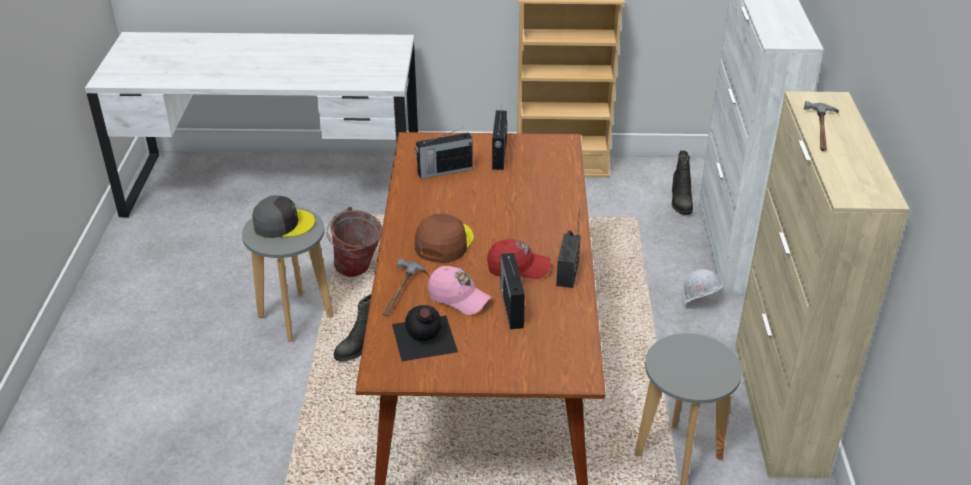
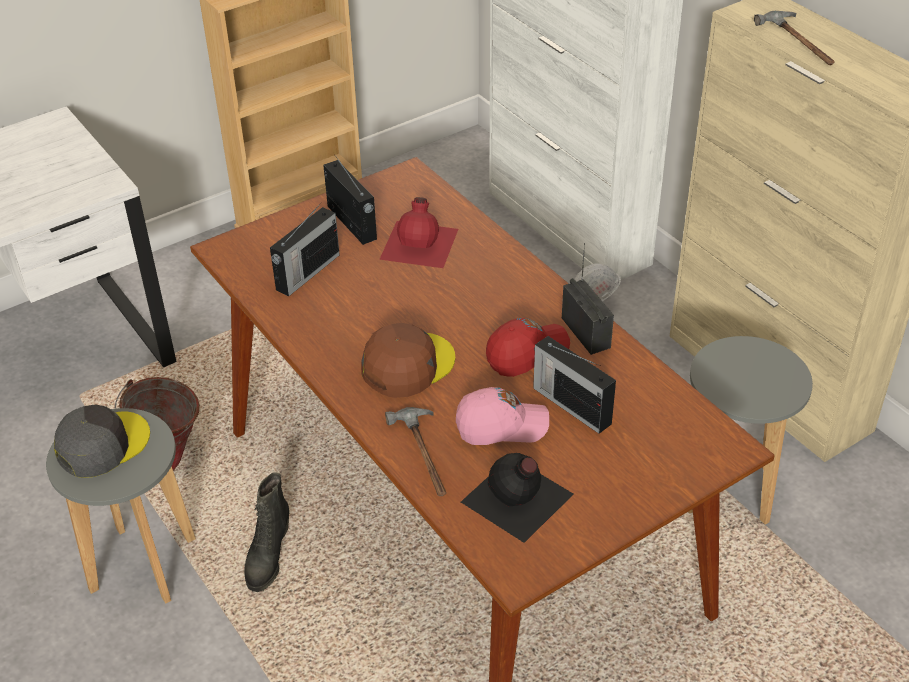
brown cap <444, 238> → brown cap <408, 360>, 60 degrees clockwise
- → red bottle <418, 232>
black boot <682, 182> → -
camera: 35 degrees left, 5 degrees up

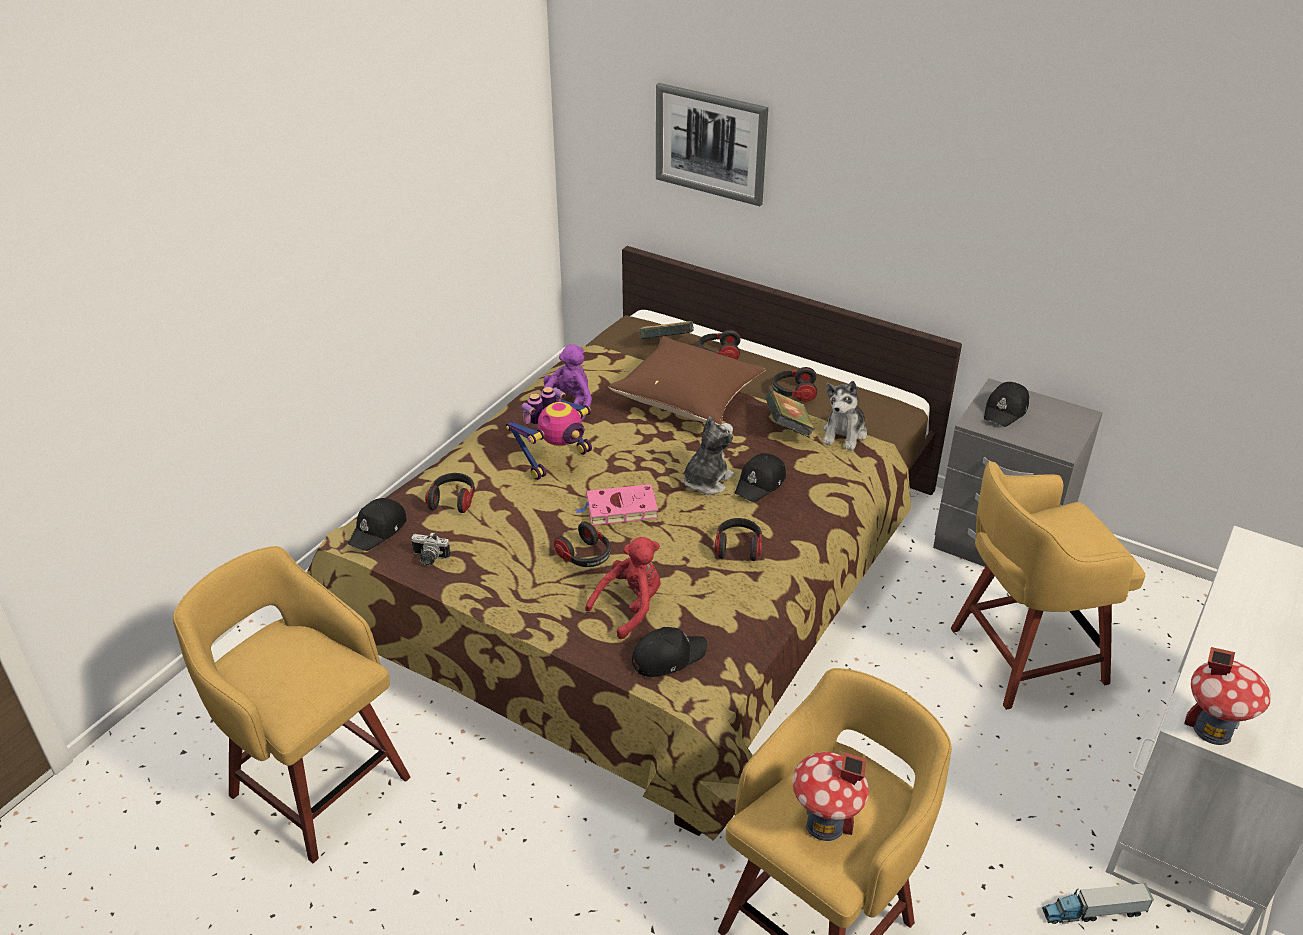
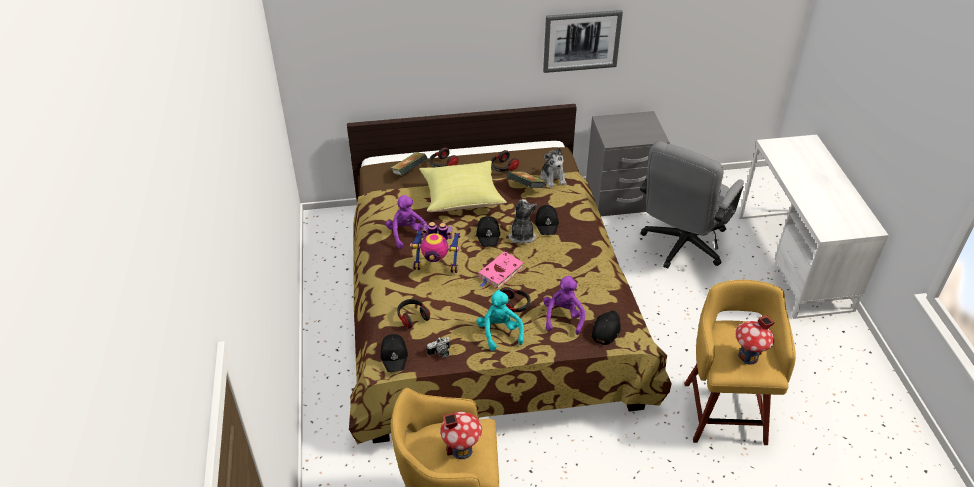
toy robot <549, 433> → toy robot <435, 247>, 90 degrees clockwise
brown pillow <687, 380> → yellow pillow <463, 186>
toy house <1227, 696> → toy house <461, 435>, moved
black cap <1006, 404> → black cap <488, 231>, moved
- → turquoise plush toy <500, 320>
picture <712, 144> → picture <583, 41>, moved
red plush toy <622, 588> → purple plush toy <564, 305>
yellow stool <1048, 585> → grey office chair <692, 205>
headphones <738, 539> → -
toy truck <1098, 903> → -
camera: 40 degrees left, 5 degrees up

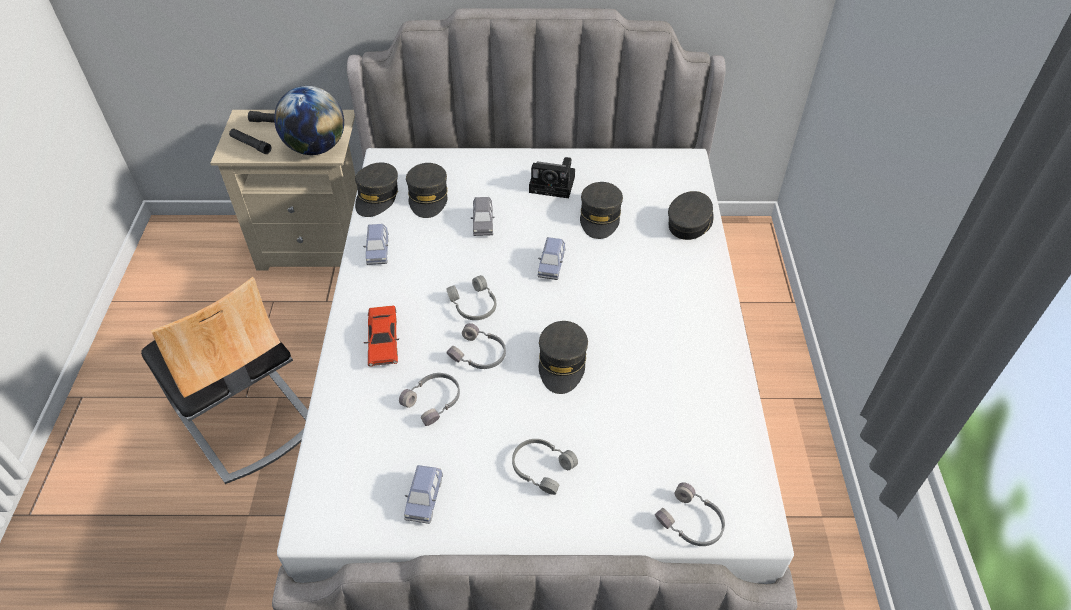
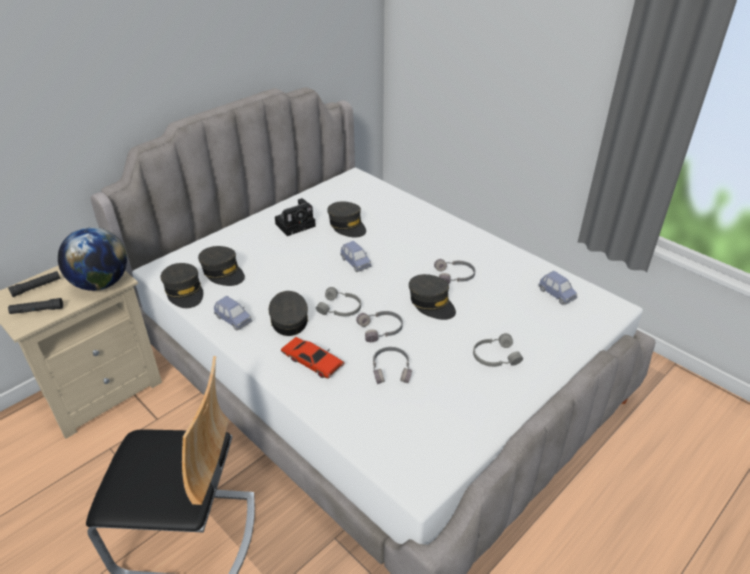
grey cap <691, 215> → grey cap <288, 313>, moved
grey headphones <690, 514> → grey headphones <454, 271>, moved
blue toy car <423, 494> → blue toy car <558, 288>, moved
grey toy car <482, 216> → -
camera: 45 degrees left, 10 degrees down

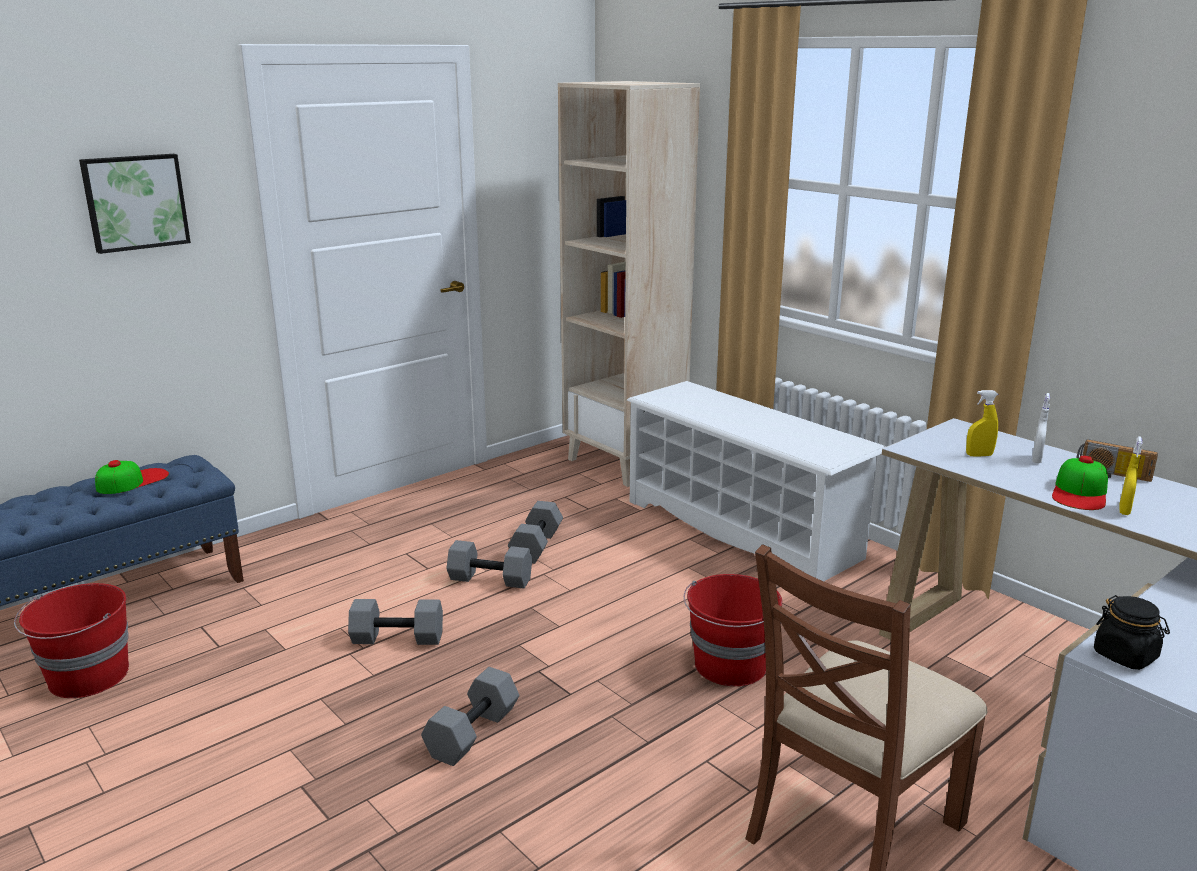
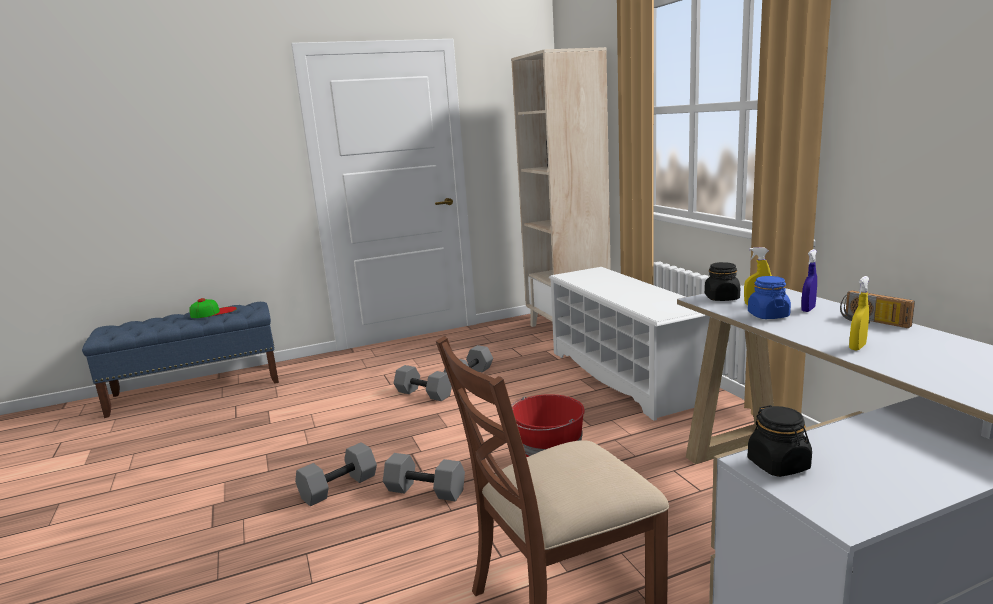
grey dumbbell <395, 622> → grey dumbbell <424, 477>, moved
- → black jar <722, 281>
- → blue jar <769, 297>
white spray bottle <1041, 428> → blue spray bottle <809, 280>
red bucket <71, 640> → -
picture <135, 204> → -
cap <1080, 483> → -
camera: 20 degrees right, 5 degrees down

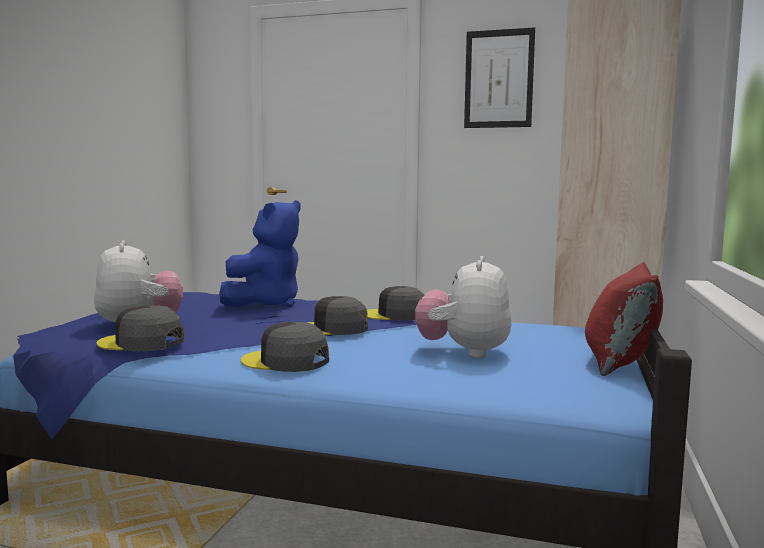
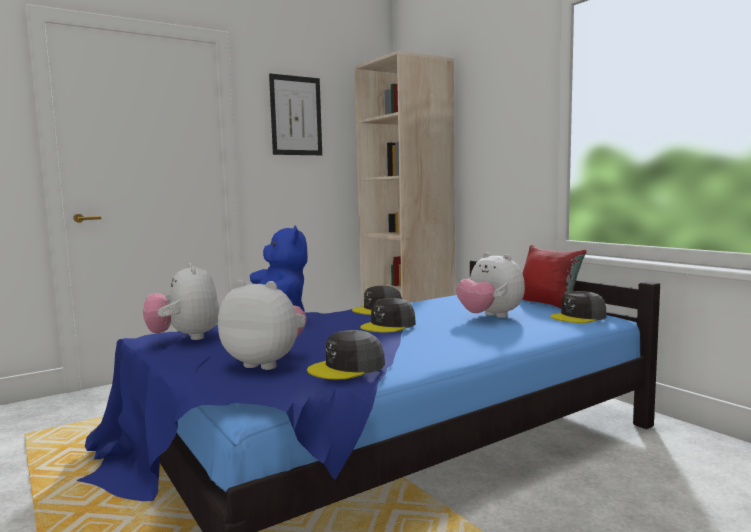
- → plush toy <181, 301>
grey cap <285, 347> → grey cap <578, 307>, moved
camera: 50 degrees left, 0 degrees up

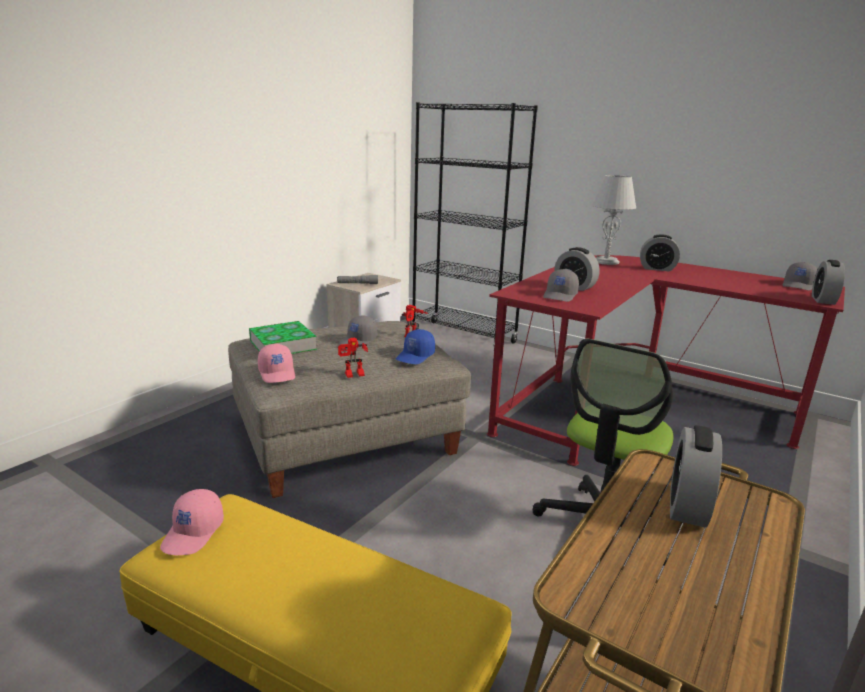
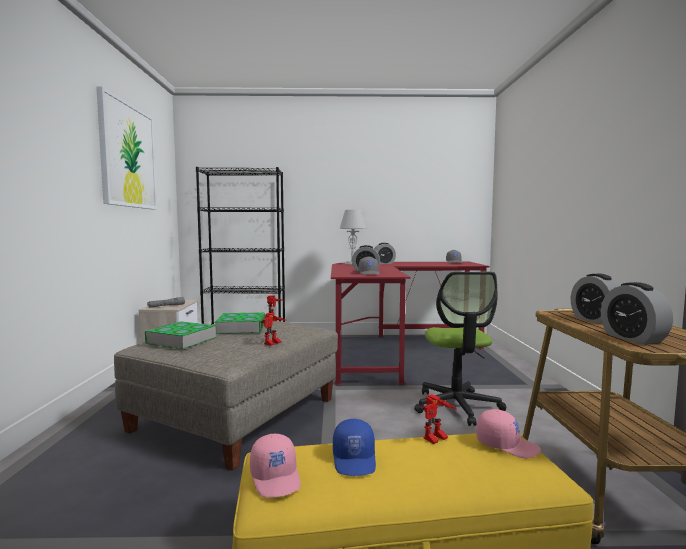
- → picture <126, 148>
grey cap <358, 332> → book <240, 323>
blue cap <415, 346> → blue cap <354, 447>, moved
- → toy robot <438, 419>
pink cap <276, 363> → pink cap <509, 433>, moved
alarm clock <828, 282> → alarm clock <637, 313>, moved
camera: 35 degrees left, 15 degrees down

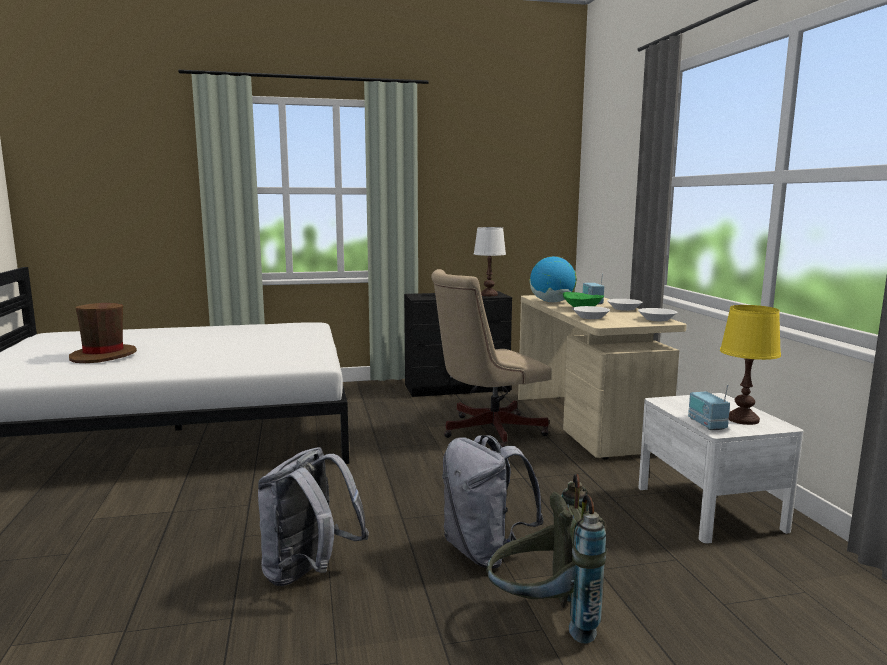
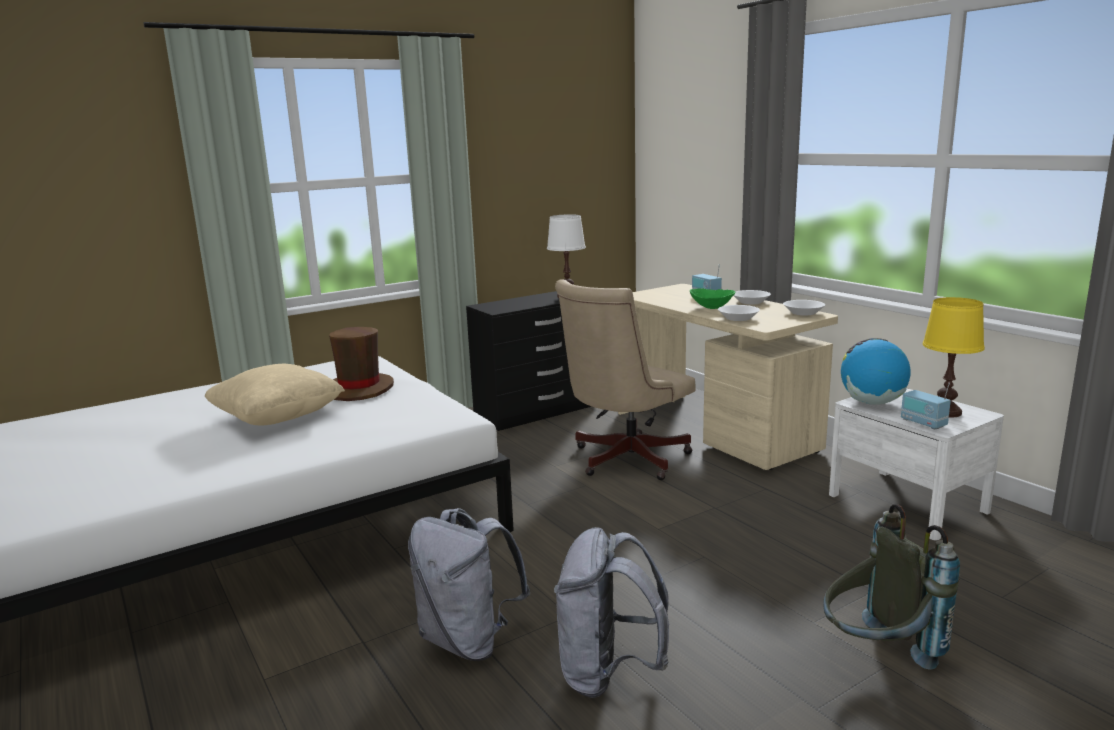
- → beige pillow <275, 394>
brown hat <103, 333> → brown hat <361, 364>, moved
grey backpack <493, 501> → grey backpack <469, 584>, moved
globe <553, 279> → globe <876, 371>, moved
camera: 20 degrees left, 5 degrees up

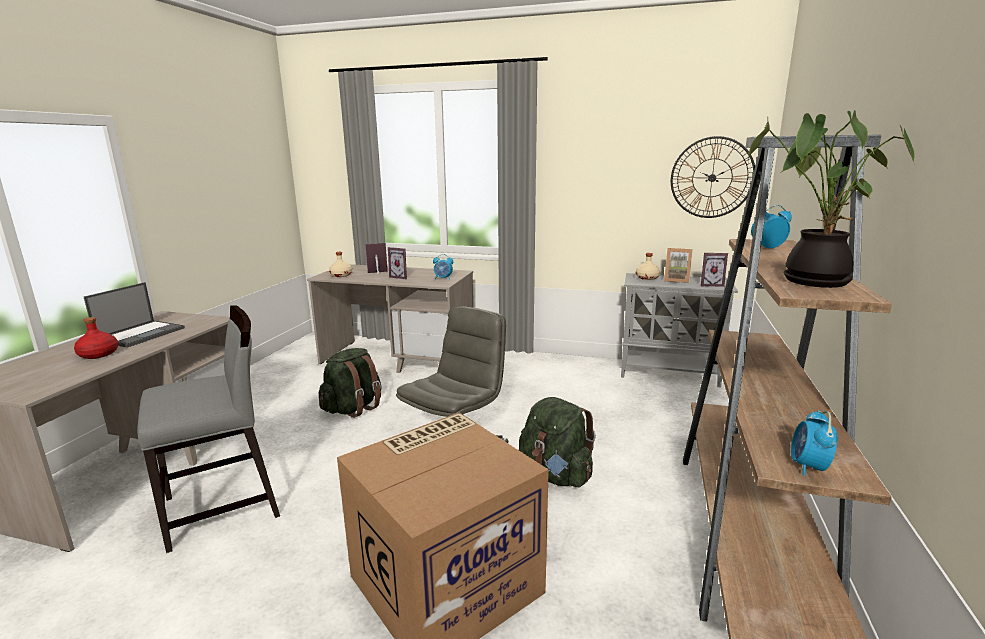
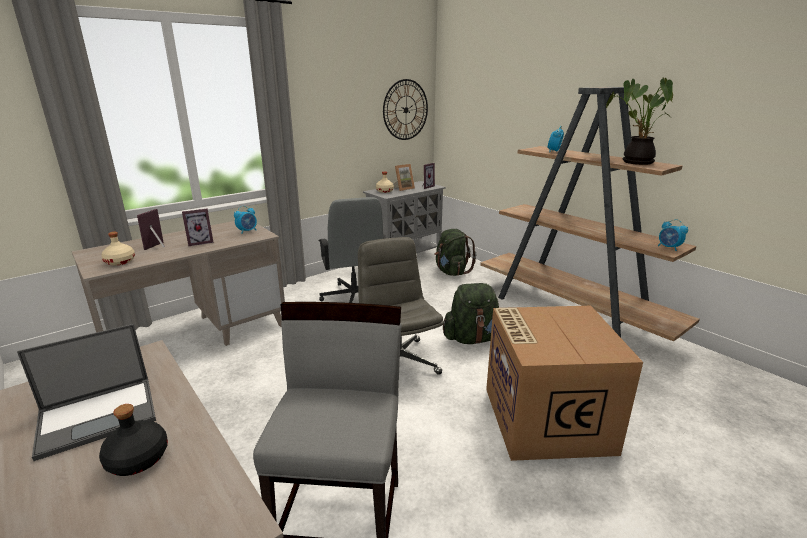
laptop <134, 315> → laptop <86, 392>, 90 degrees clockwise
red bottle <96, 338> → black bottle <133, 440>
- → grey office chair <353, 250>
green backpack <350, 383> → green backpack <455, 252>, moved
camera: 55 degrees left, 5 degrees up

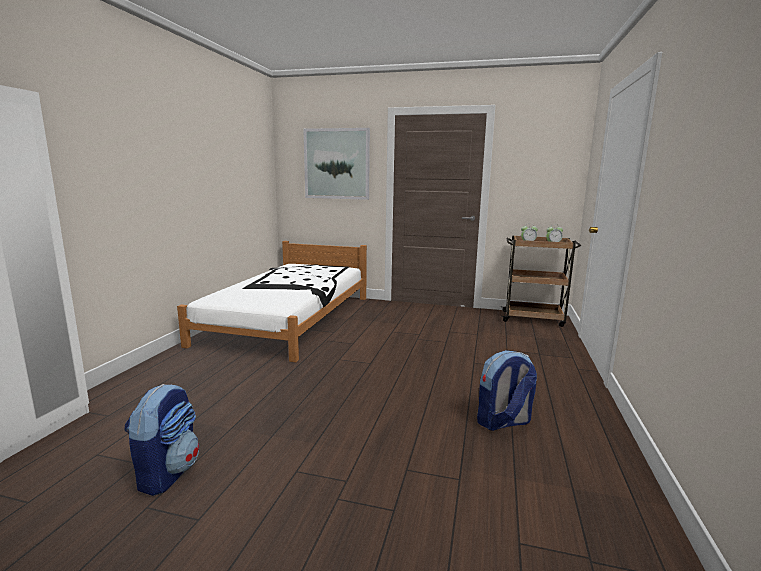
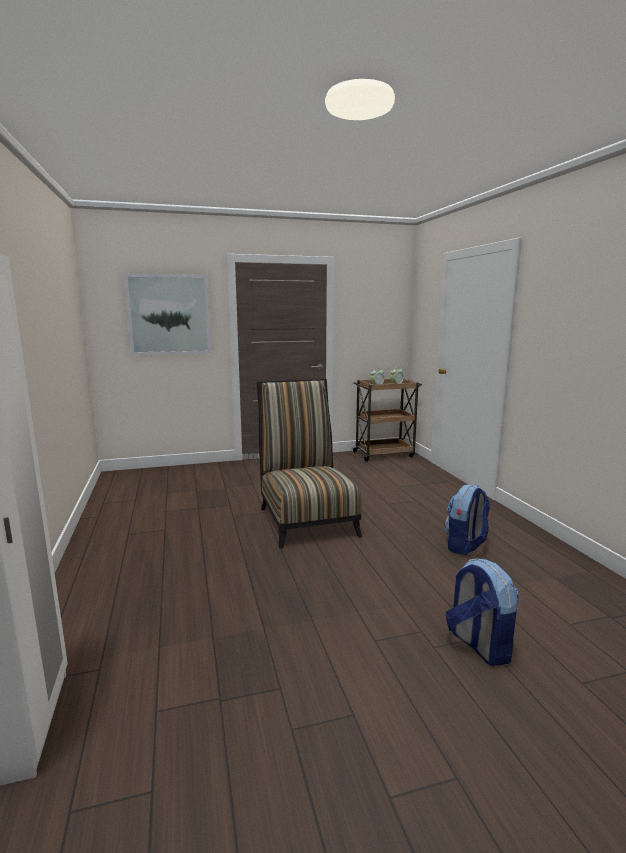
- → chair <309, 464>
backpack <161, 440> → backpack <482, 612>, moved
white bed <272, 301> → -
camera: 30 degrees left, 0 degrees up

